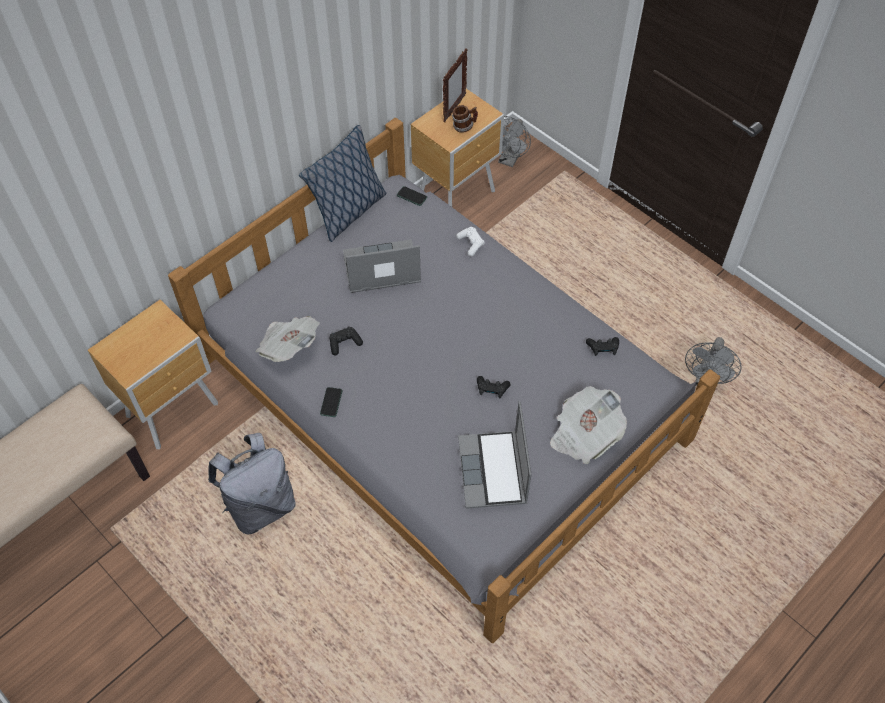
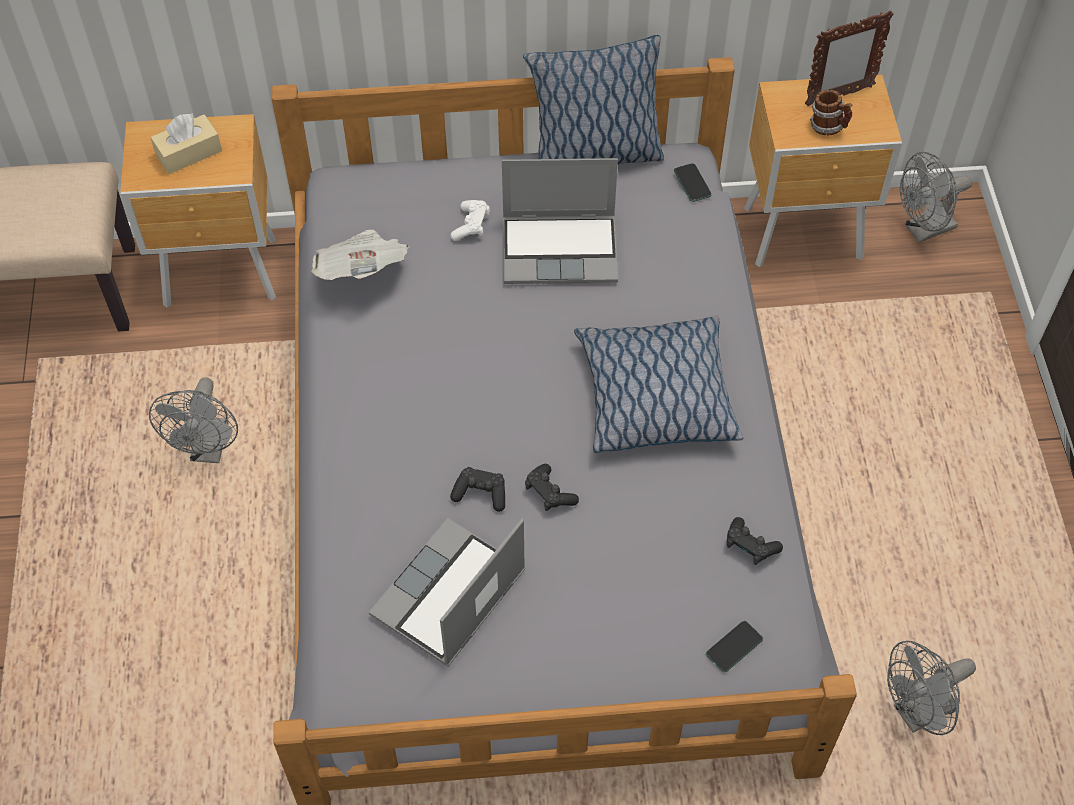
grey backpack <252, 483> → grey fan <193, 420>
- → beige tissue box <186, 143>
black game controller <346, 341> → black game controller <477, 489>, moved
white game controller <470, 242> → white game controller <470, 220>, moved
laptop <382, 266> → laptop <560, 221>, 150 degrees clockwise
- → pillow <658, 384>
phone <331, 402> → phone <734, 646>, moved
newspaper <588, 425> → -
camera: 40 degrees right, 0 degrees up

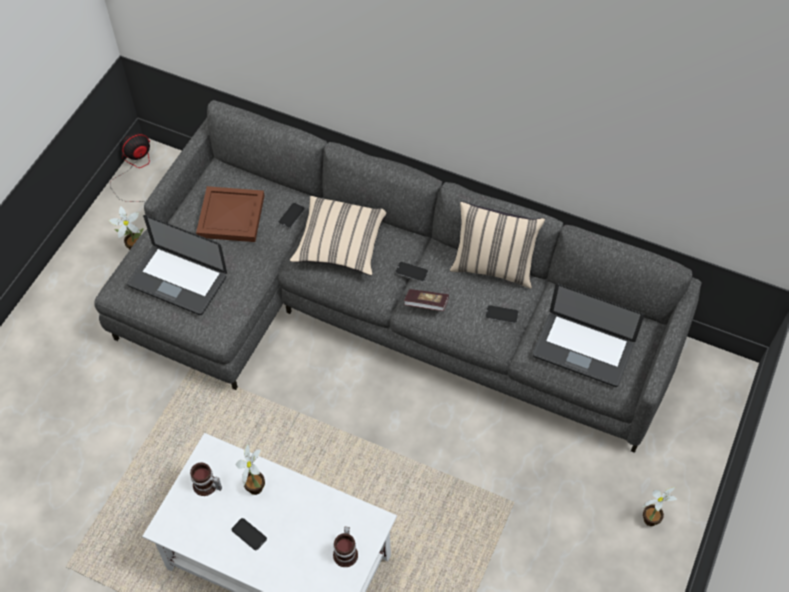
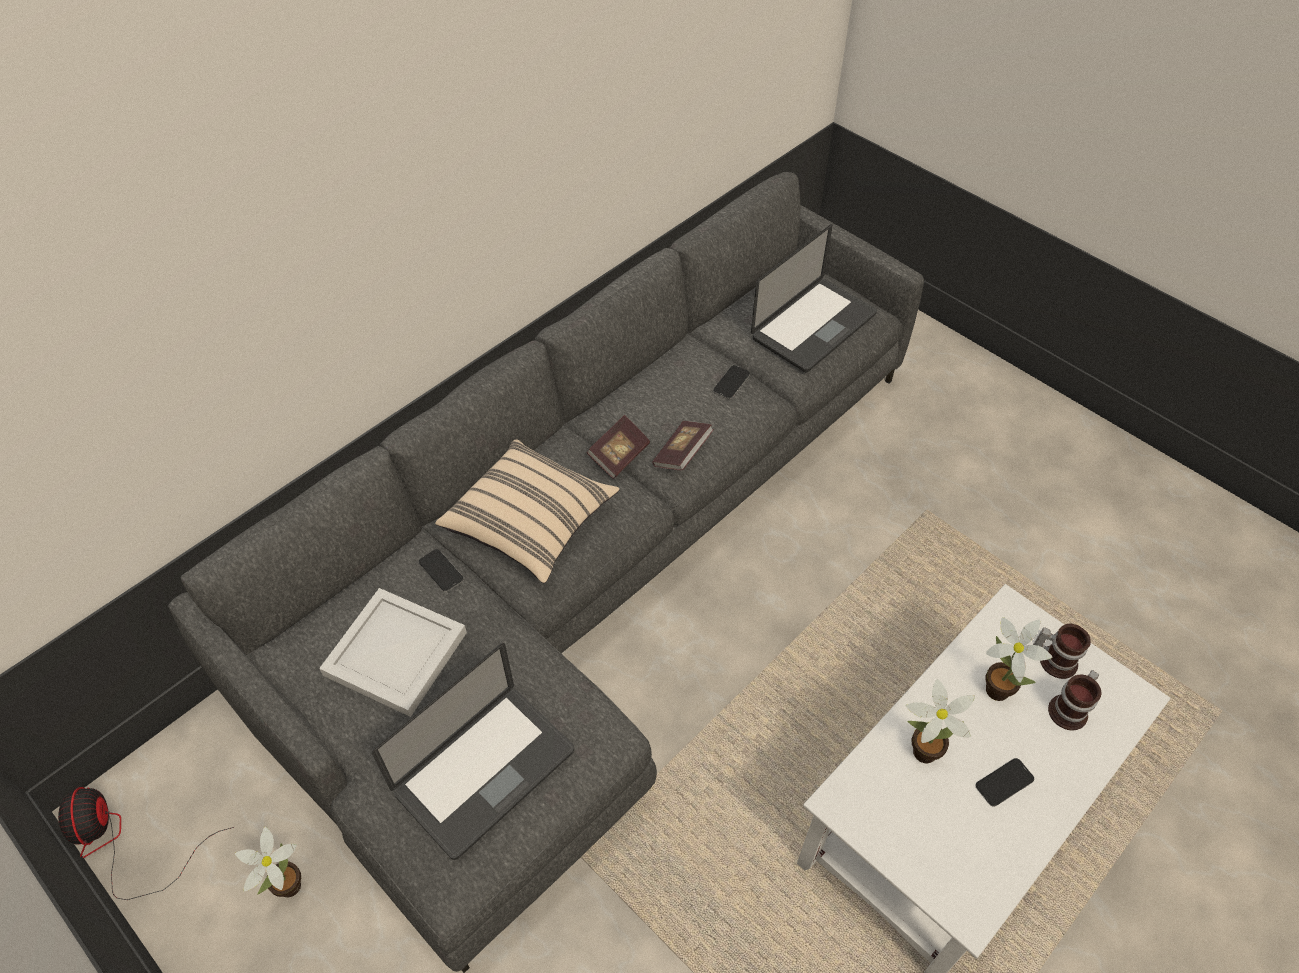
brown tray <230, 214> → white tray <393, 652>
phone <411, 272> → book <618, 447>
potted plant <659, 506> → potted plant <1018, 659>, moved
mug <206, 479> → mug <1074, 700>, moved
beige pillow <497, 245> → -
camera: 70 degrees left, 5 degrees down

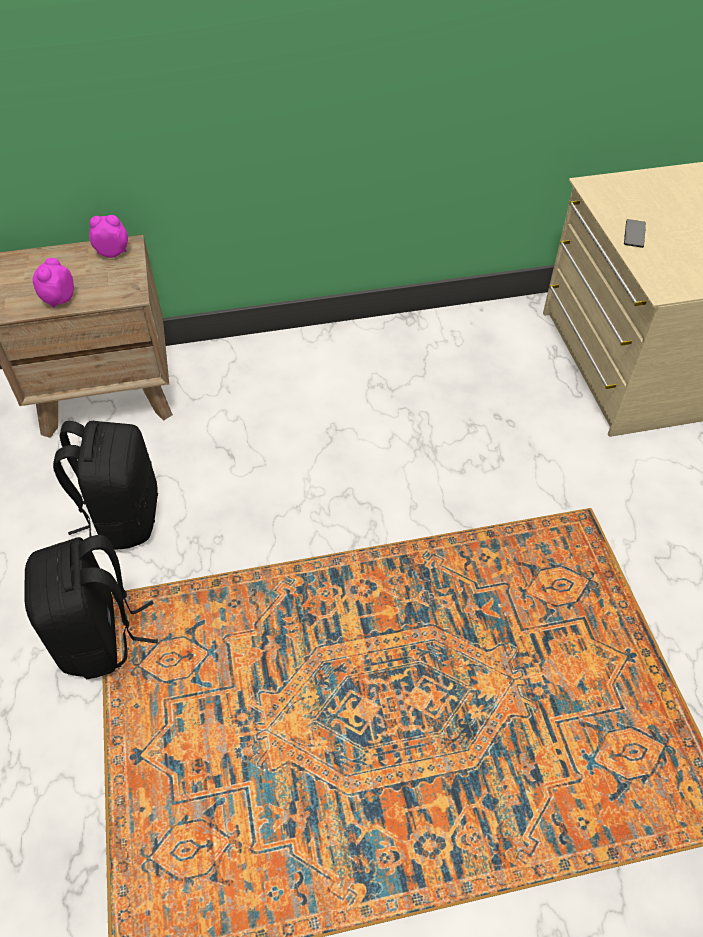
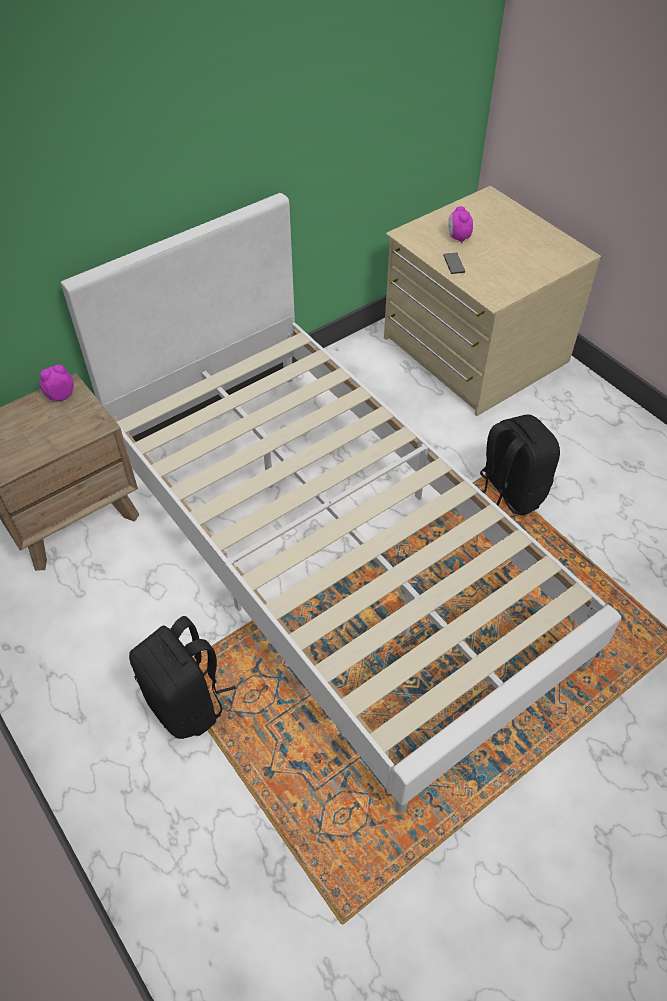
- → white bed <341, 503>
alarm clock <53, 283> → alarm clock <460, 224>, moved
black backpack <105, 485> → black backpack <520, 464>, moved
camera: 25 degrees left, 0 degrees up

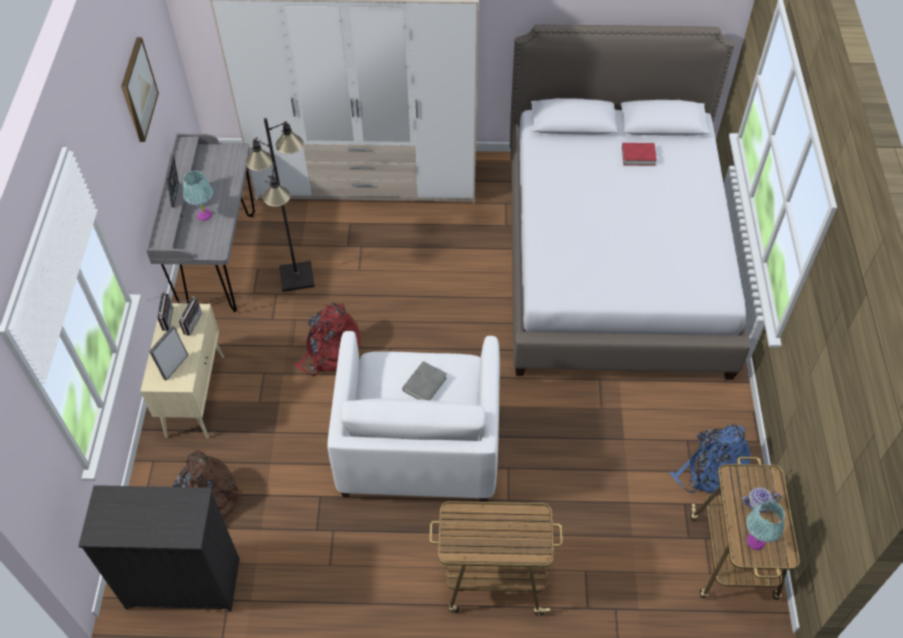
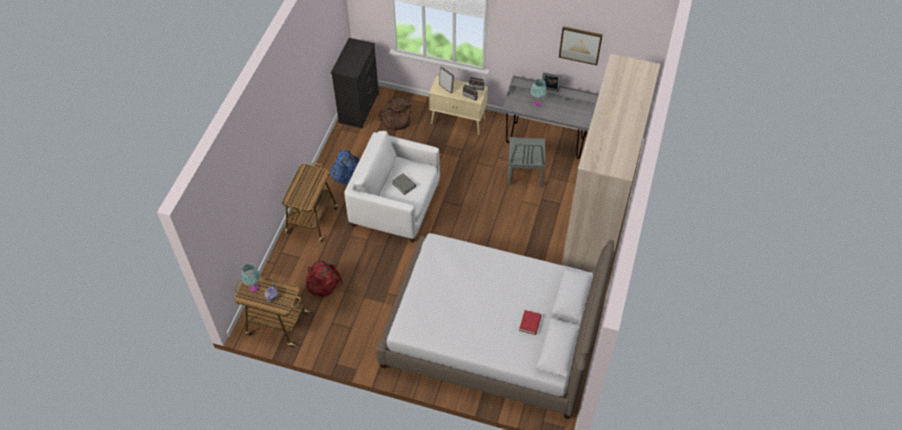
red backpack <326, 339> → red backpack <324, 279>, moved
blue backpack <710, 459> → blue backpack <344, 167>, moved
black floor lamp <280, 205> → grey chair <526, 162>
camera: 105 degrees right, 0 degrees up

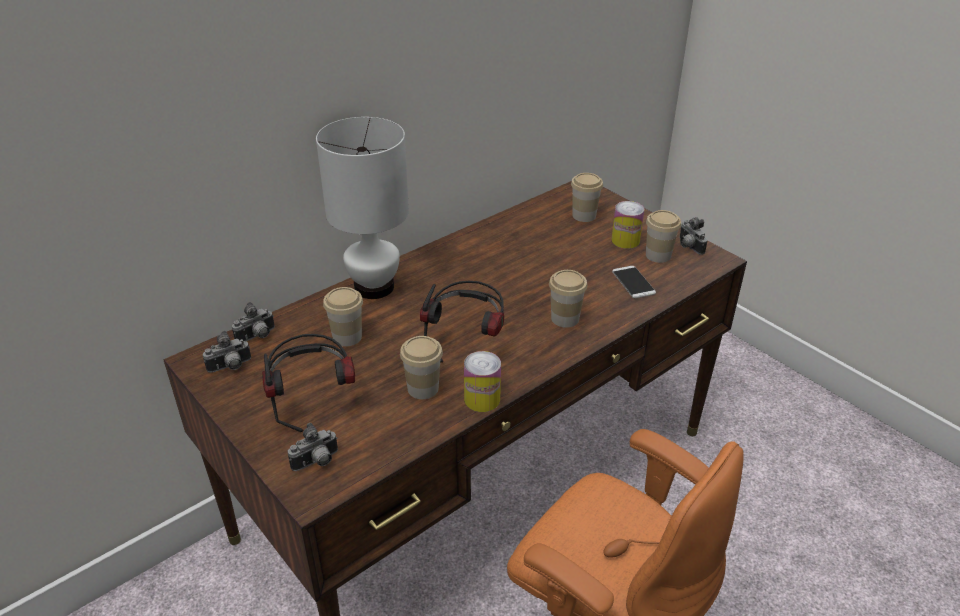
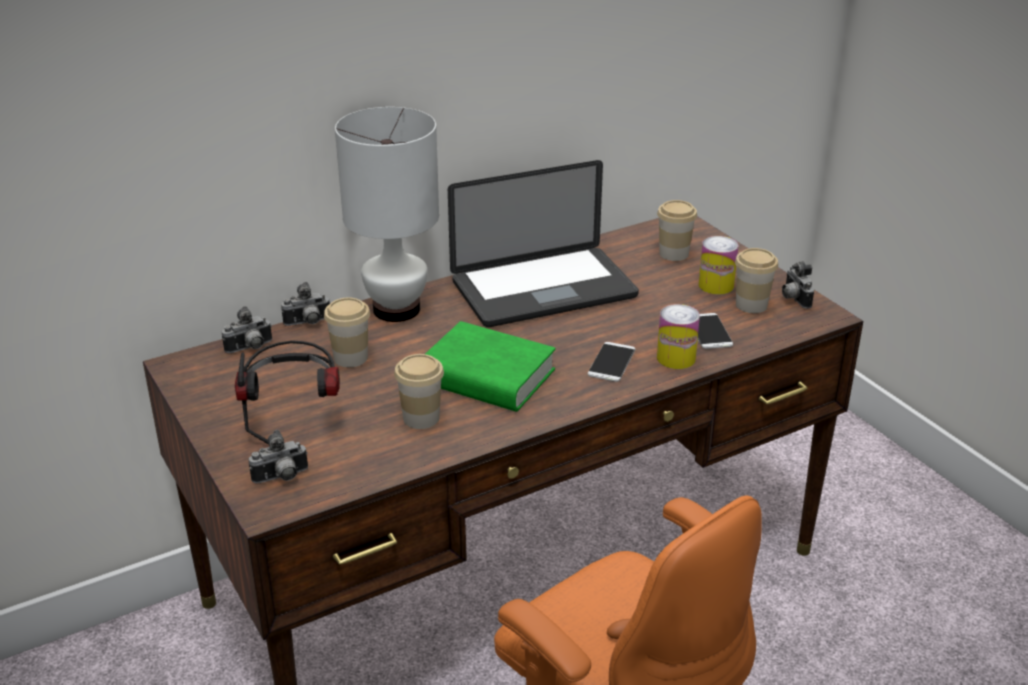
photo camera <227, 352> → photo camera <305, 304>, moved
headphones <462, 322> → green book <490, 366>
- → laptop <543, 243>
cup <568, 299> → phone <611, 362>
can <482, 381> → can <678, 336>, moved
camera: 10 degrees right, 5 degrees down

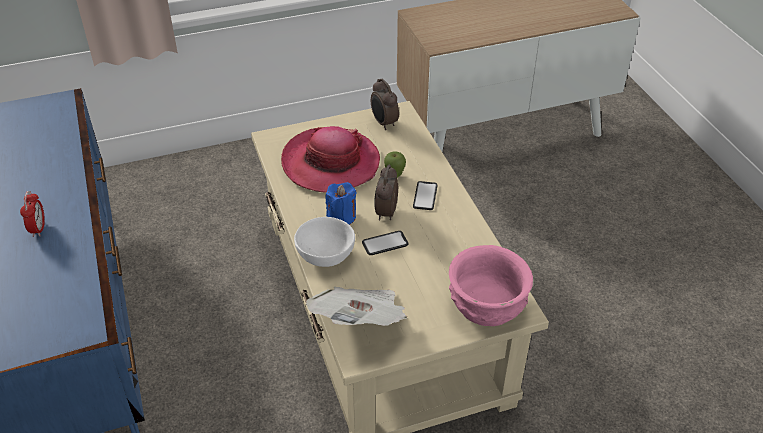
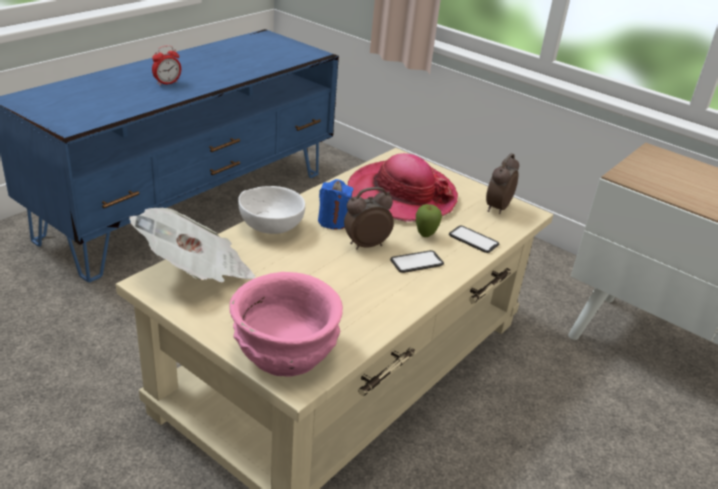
phone <385, 243> → phone <474, 239>, moved
camera: 55 degrees right, 10 degrees down

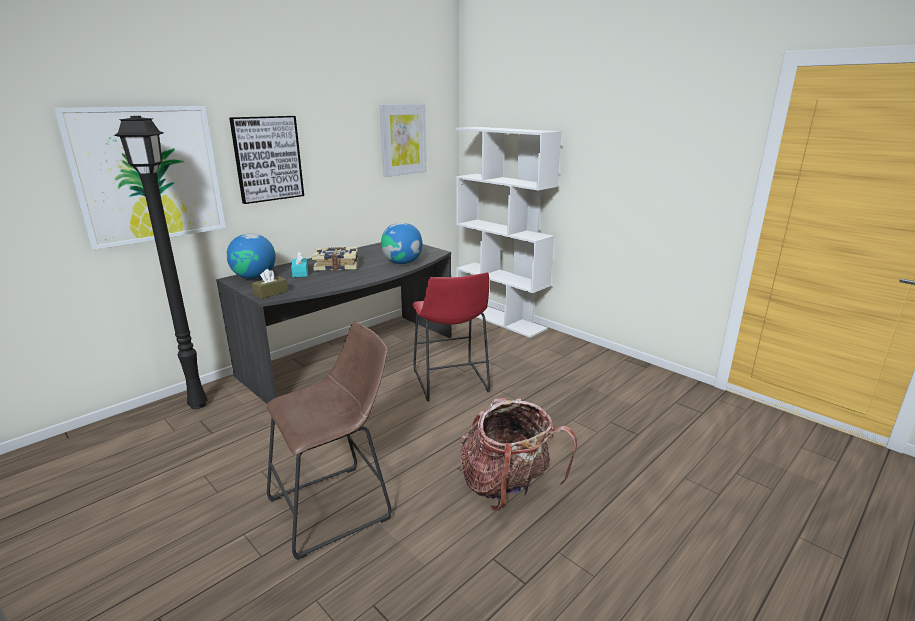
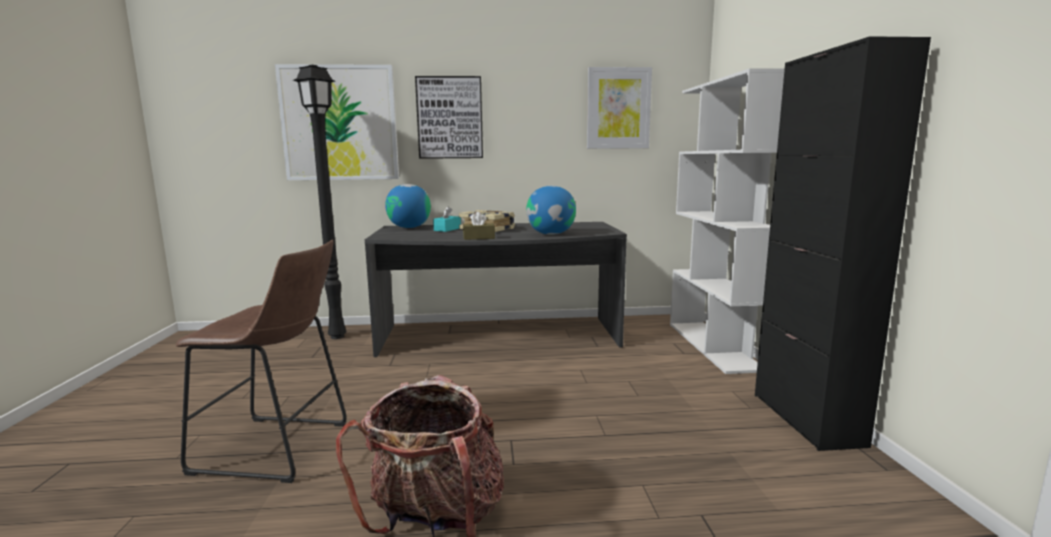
brown tissue box <270, 284> → brown tissue box <479, 226>, moved
- → black cabinet <843, 243>
red stool <451, 336> → -
camera: 40 degrees right, 10 degrees down

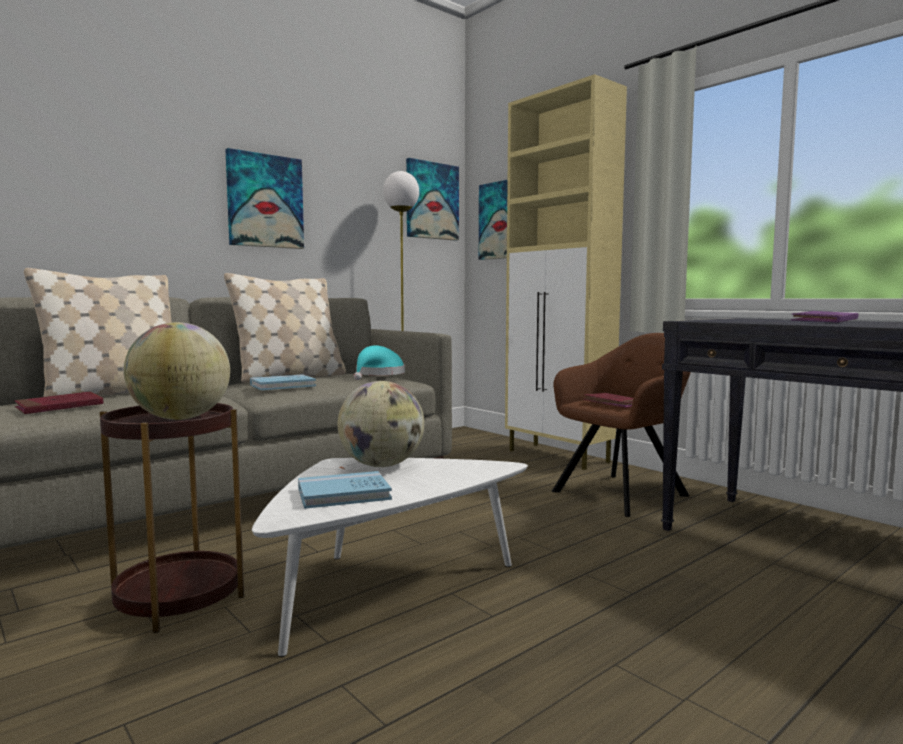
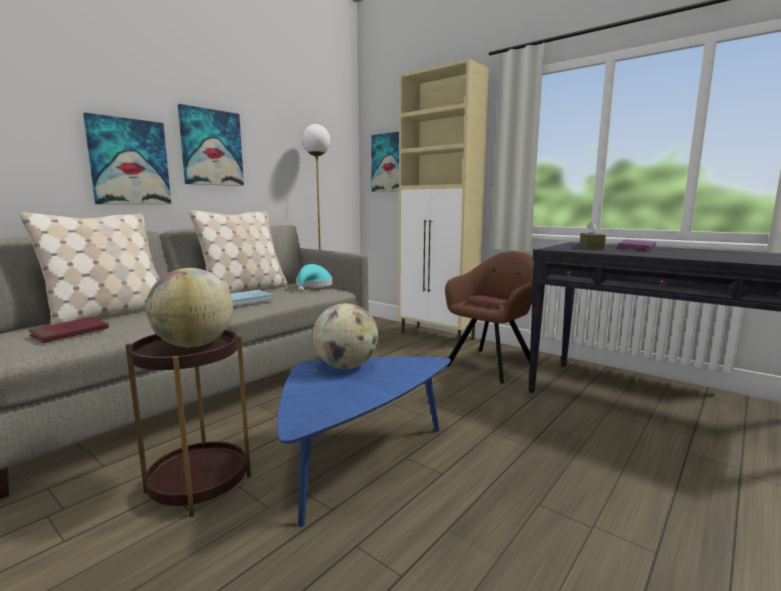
picture <432, 199> → picture <127, 158>, moved
white coffee table <390, 557> → blue coffee table <364, 442>
- → brown tissue box <592, 234>
blue book <345, 490> → -
camera: 10 degrees left, 5 degrees up

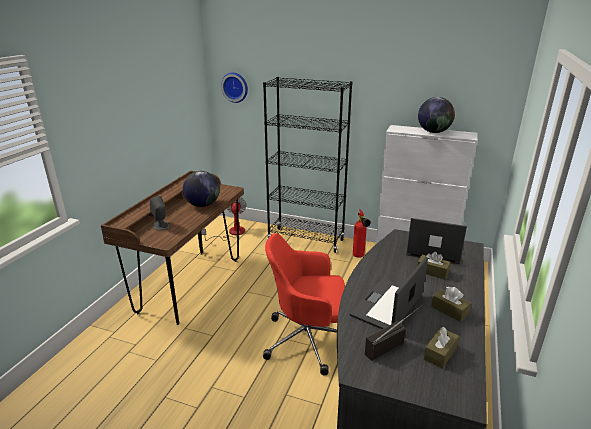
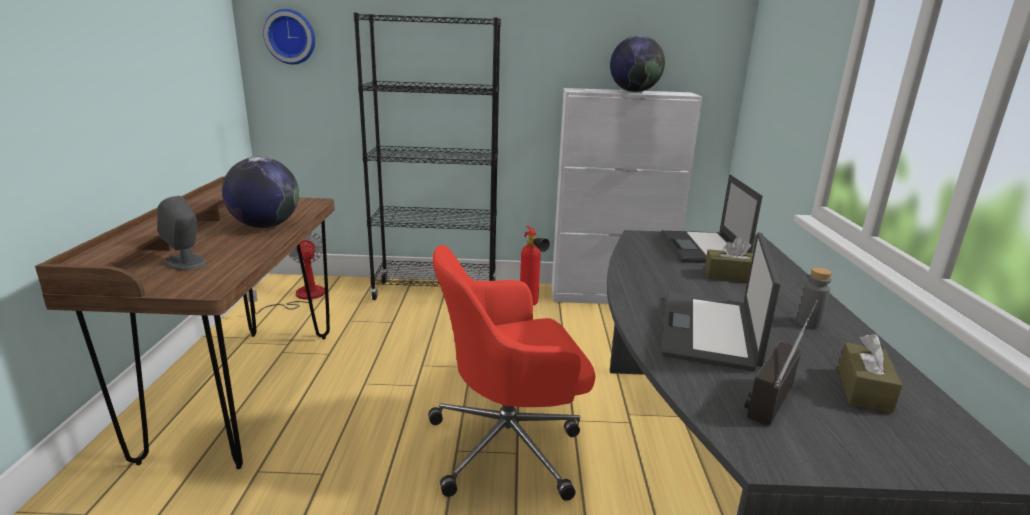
laptop <436, 241> → laptop <712, 218>, 90 degrees counterclockwise
brown tissue box <451, 304> → grey bottle <814, 297>
camera: 20 degrees left, 5 degrees down

